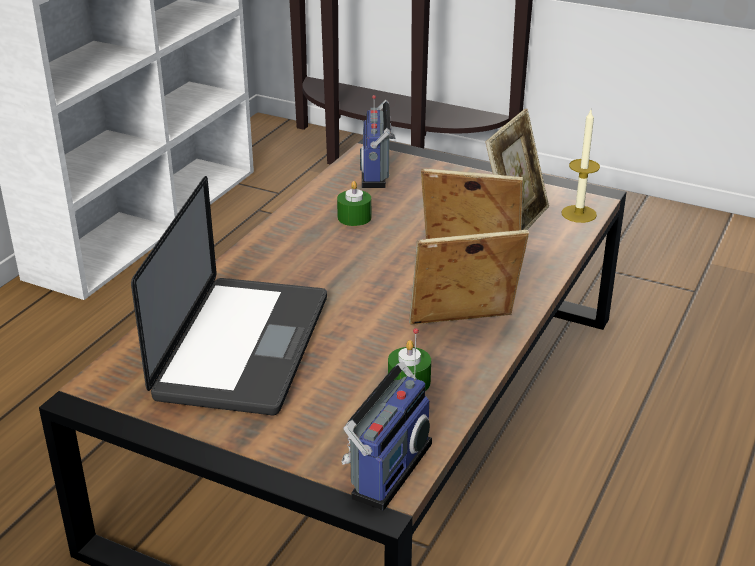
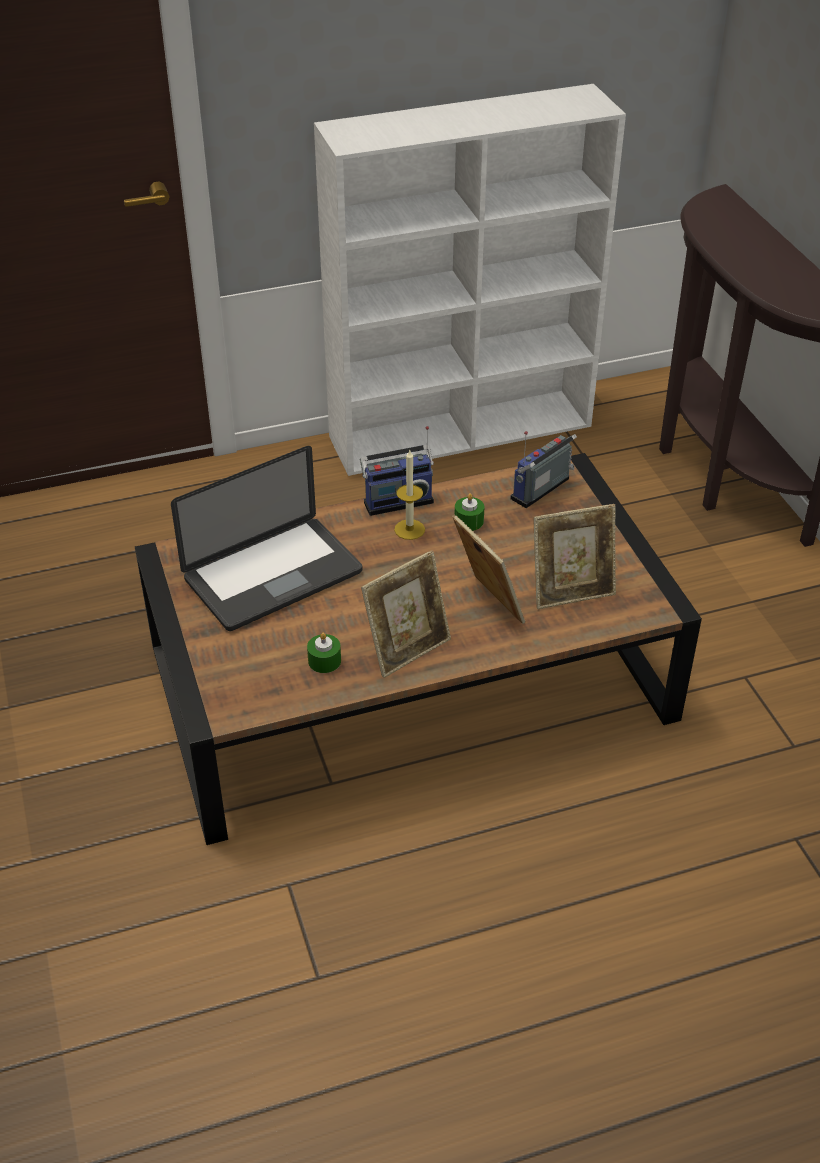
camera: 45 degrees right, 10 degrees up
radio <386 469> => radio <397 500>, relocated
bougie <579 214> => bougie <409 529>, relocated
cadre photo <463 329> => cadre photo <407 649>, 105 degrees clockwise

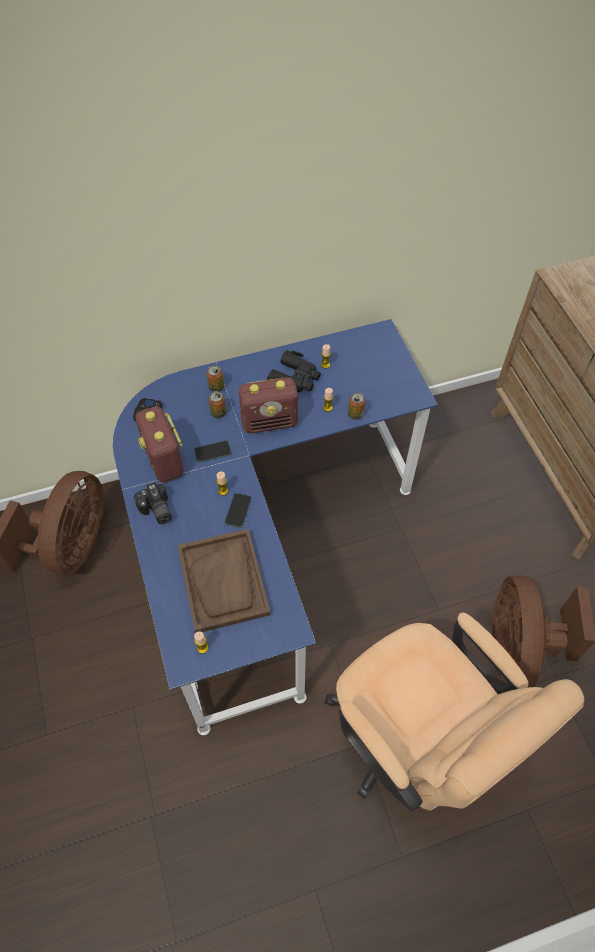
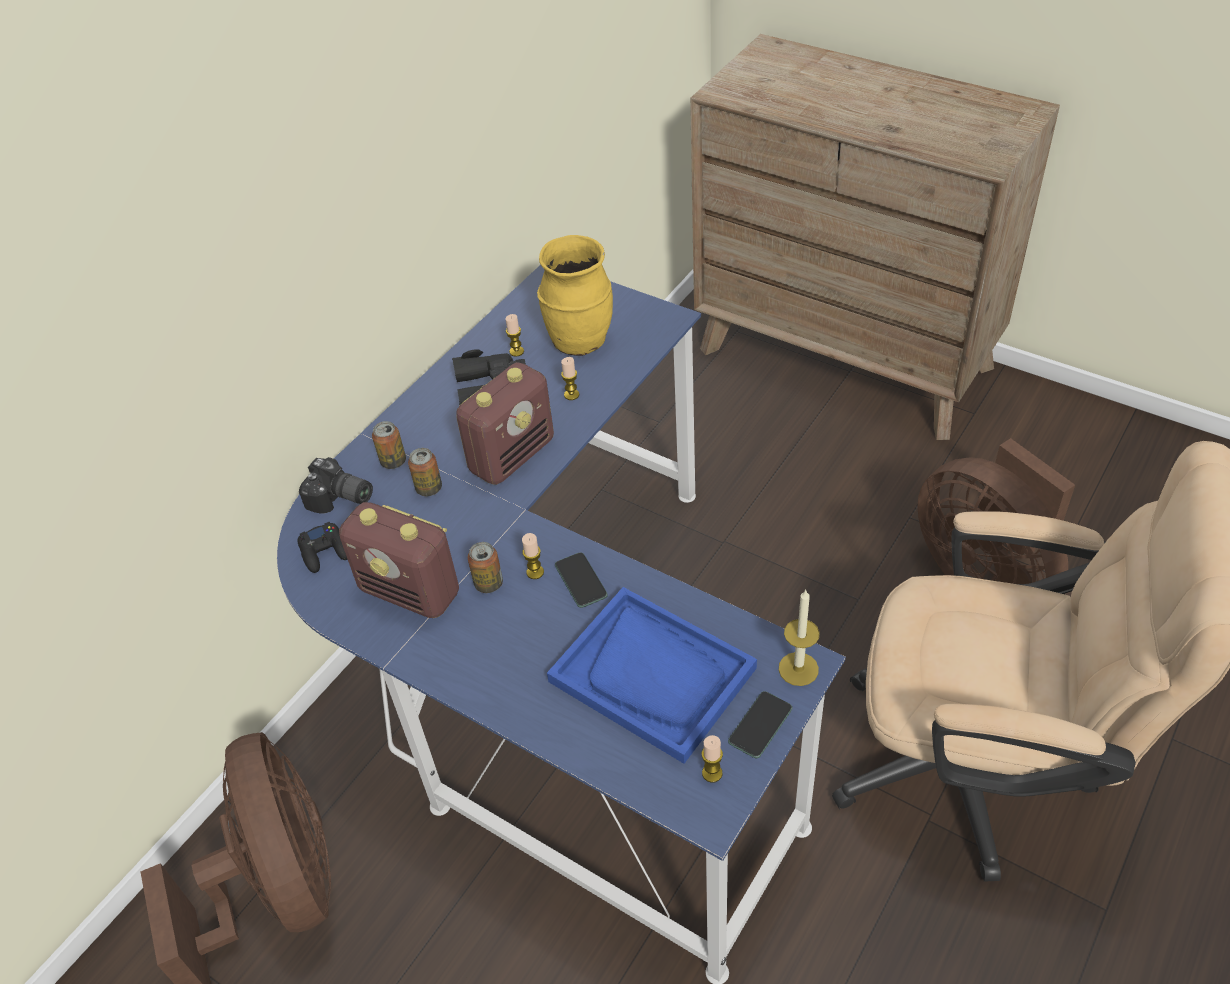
camera: 35 degrees left, 10 degrees down
nothing => vase (jaune) <579 341>
nothing => bougie <798 669>
appareil photo <156 511> => appareil photo <340 499>, relocated
téléphone <212 452> => téléphone <760 725>, relocated
boîte métallique <355 414> => boîte métallique <488 583>, relocated
plateau (marron) <223 581> => plateau (bleu) <653 675>

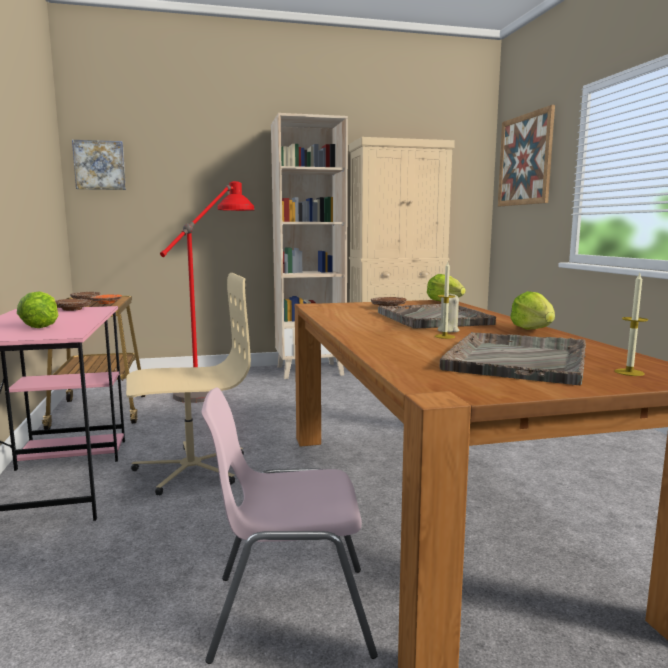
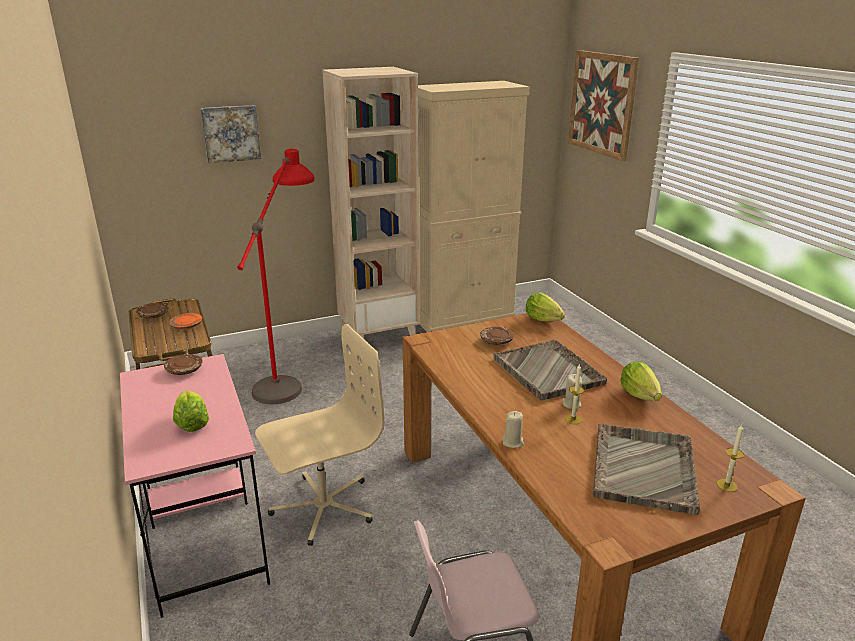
camera: 10 degrees left, 15 degrees up
nothing => bougie (beige) <513 442>
tableau <100 165> => tableau <231 133>, relocated

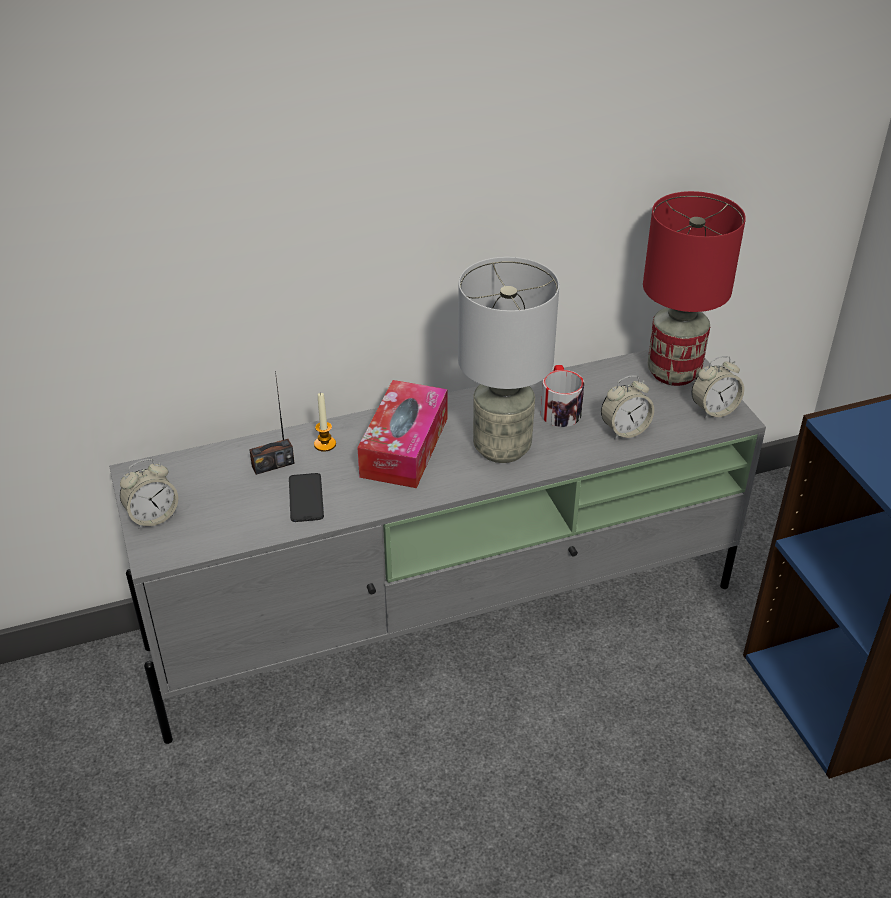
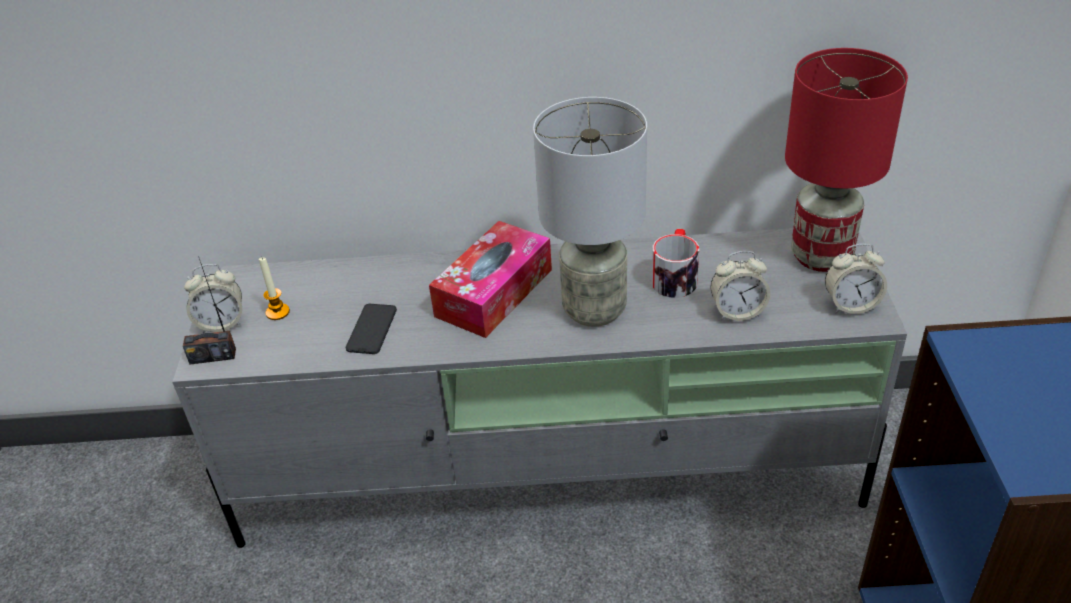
camera: 20 degrees right, 0 degrees up
radio <273 464> => radio <212 356>, relocated
bougie <325 444> => bougie <277 312>, relocated

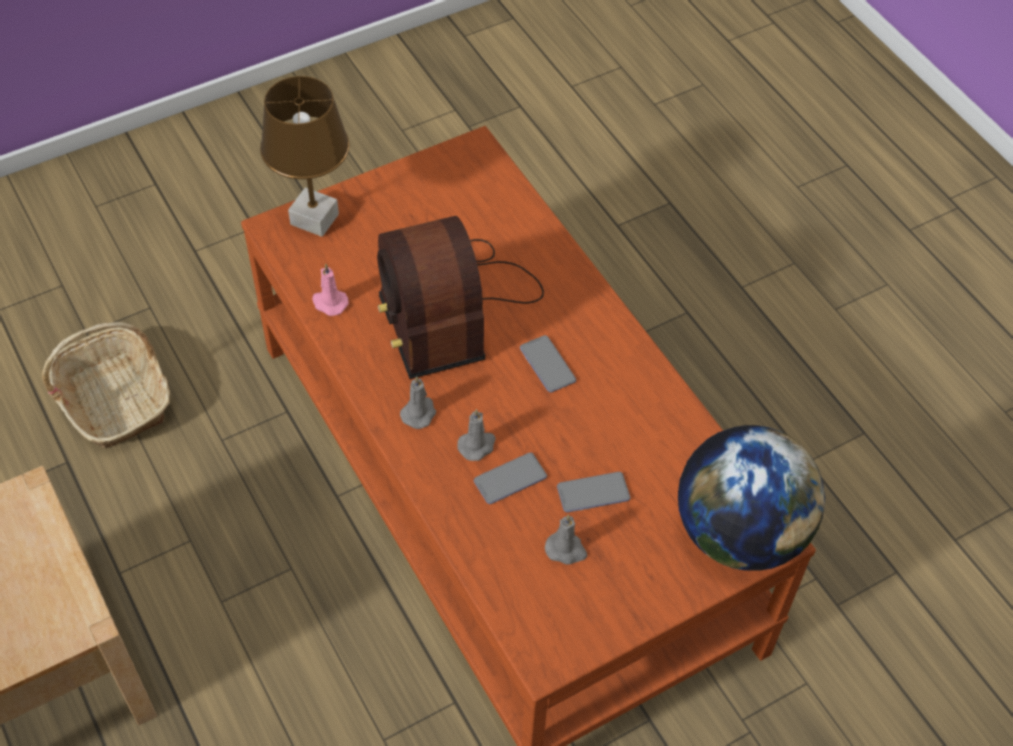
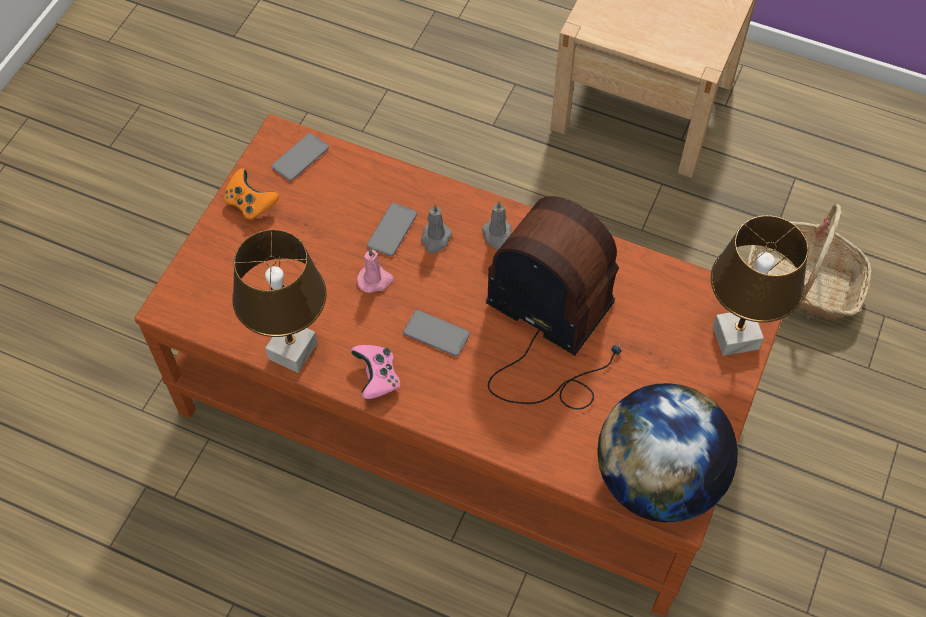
camera: 145 degrees right, 5 degrees up
bougie (gris) <566 550> => nothing
nothing => manette (orange) <250 204>
nothing => lampe de table (marron) <292 350>
nothing => manette (rose) <377 378>
bougie (rose) <329 303> => bougie (rose) <375 280>, relocated
téléphone <593 493> => téléphone <300 158>, relocated
globe <739 532> => globe <658 479>, relocated

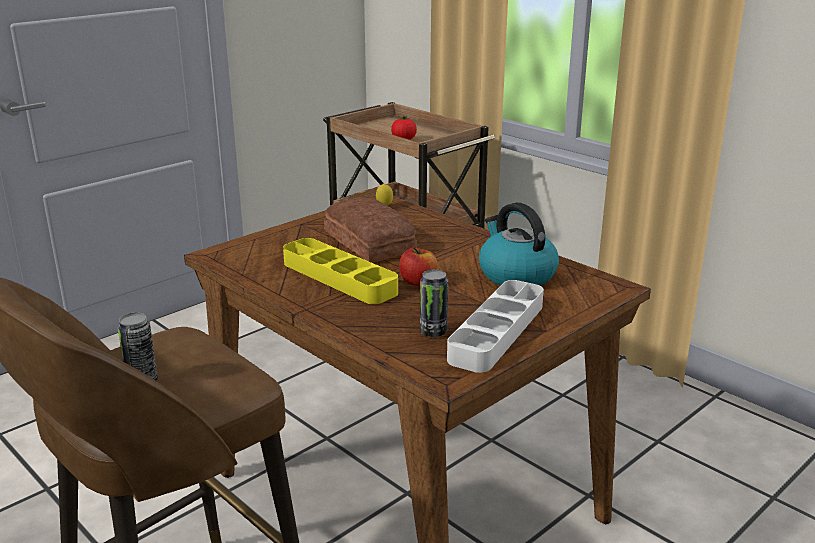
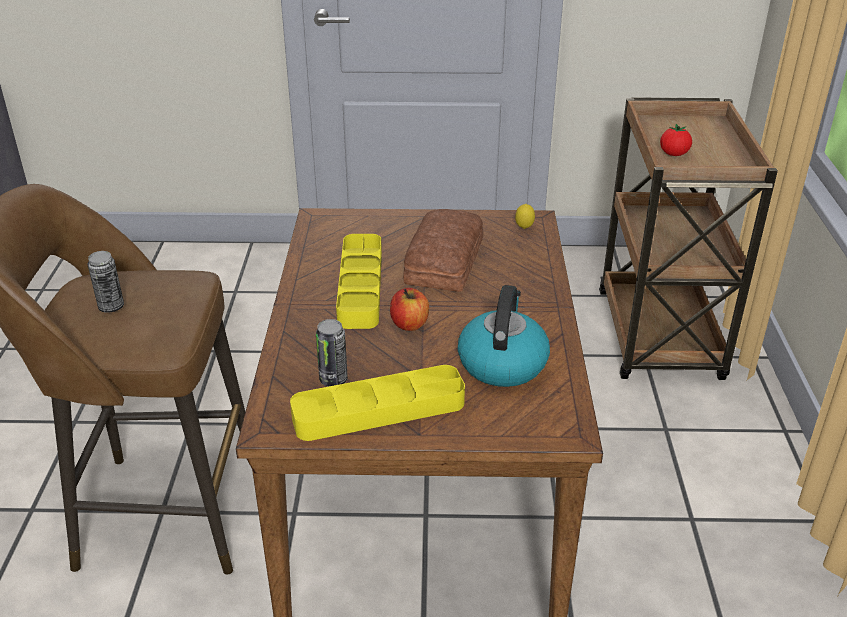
camera: 45 degrees right, 10 degrees up
plateau (blanc) <497 332> => plateau (jaune) <379 410>

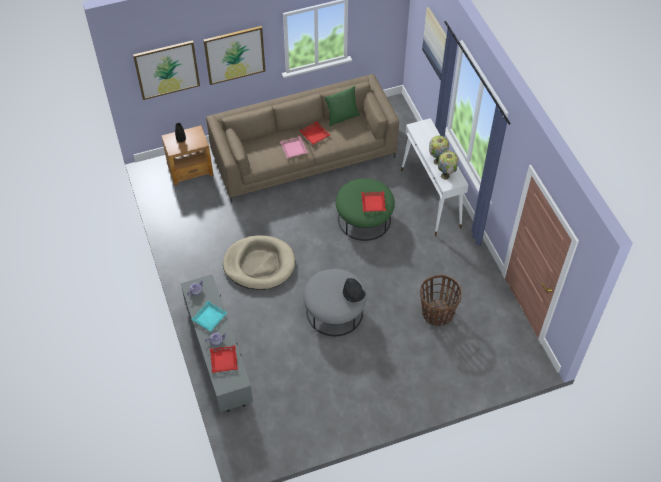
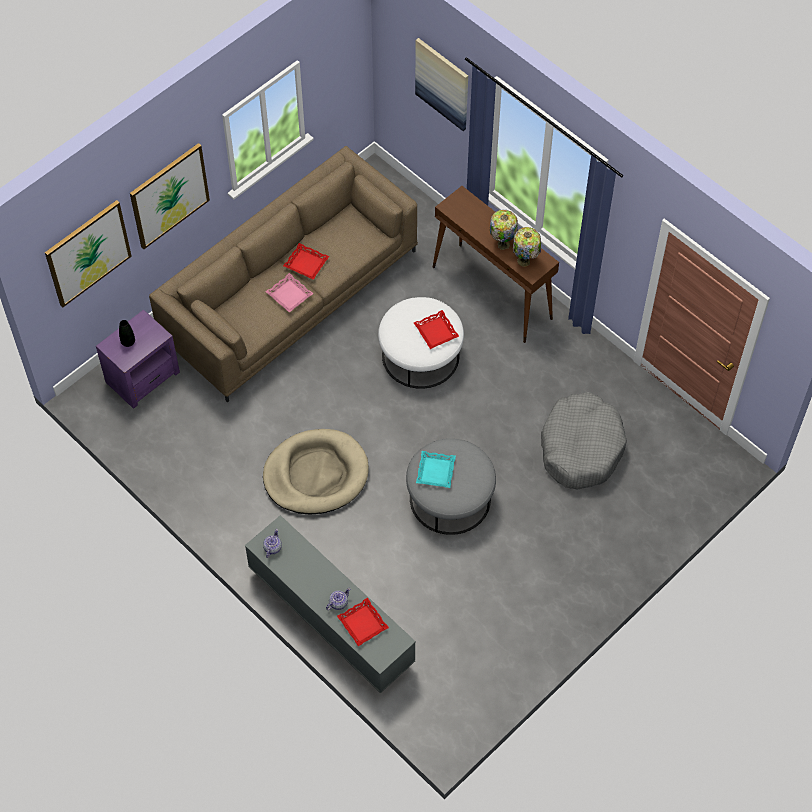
camera: 25 degrees left, 5 degrees up
coussin (vert) <342 117> => nothing
chapeau (noir) <353 295> => nothing
plateau (turquoise) <209 317> => plateau (turquoise) <435 471>, relocated
panier <437 314> => panier pour chien (gris) <581 447>
table d'appoint (marron) <190 170> => table d'appoint (violet) <143 377>
pouf (vert) <364 219> => pouf (blanc) <420 355>
table console (blanc) <430 199> => table console (marron) <492 293>

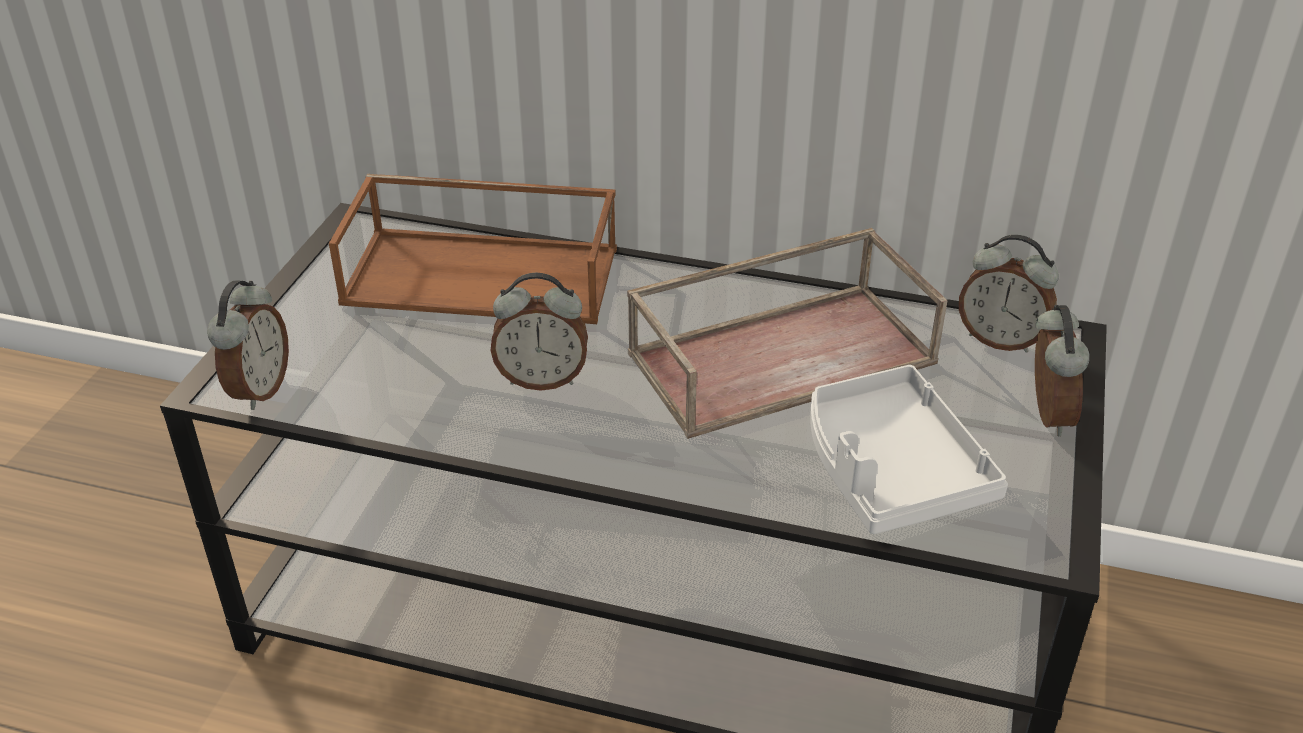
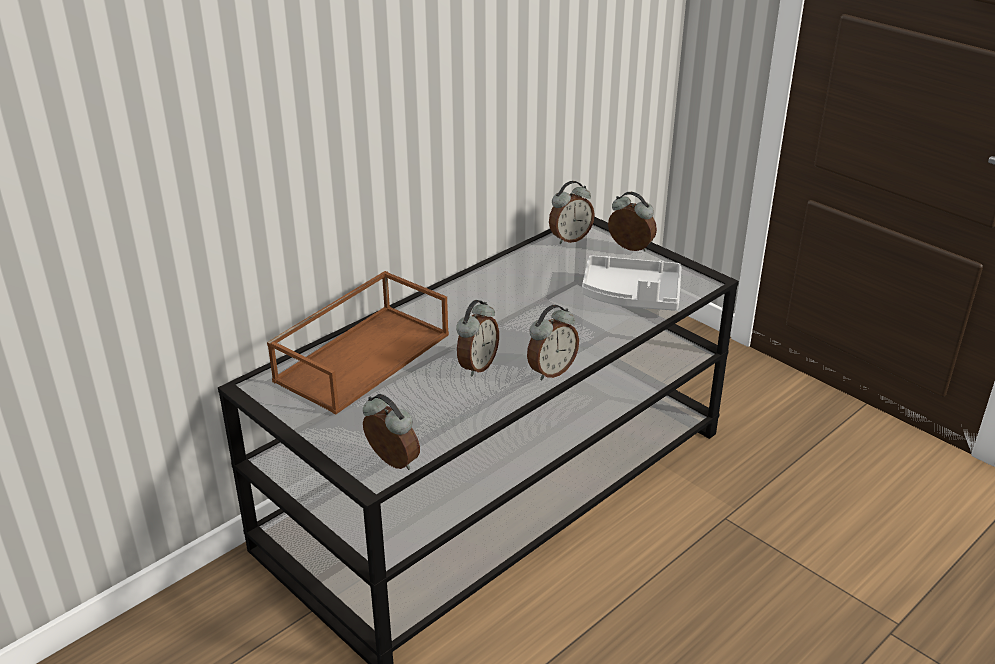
camera: 60 degrees left, 5 degrees down
plateau (marron) <783 356> => nothing
nothing => réveil <551 371>

